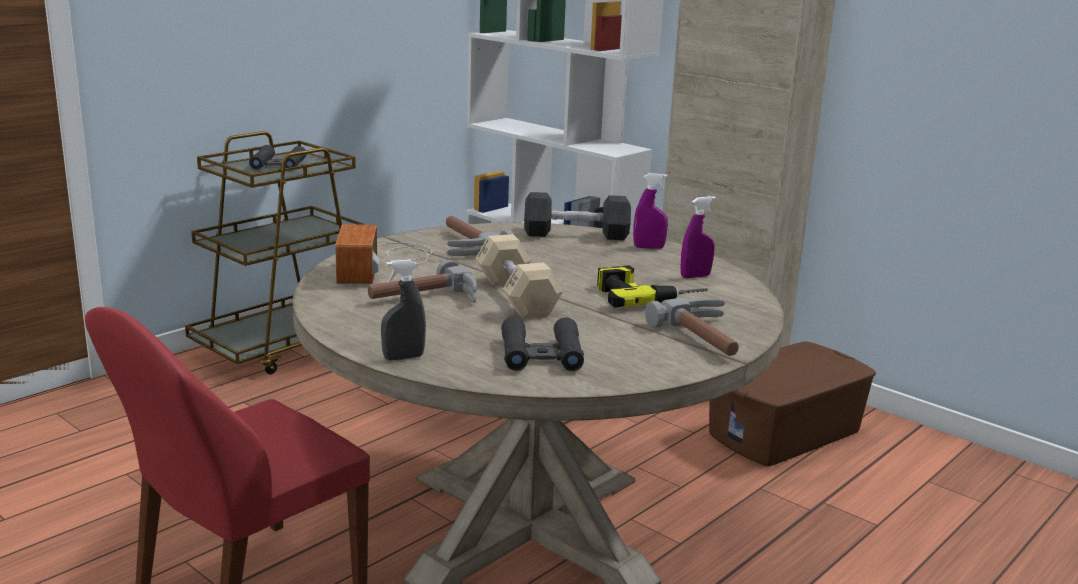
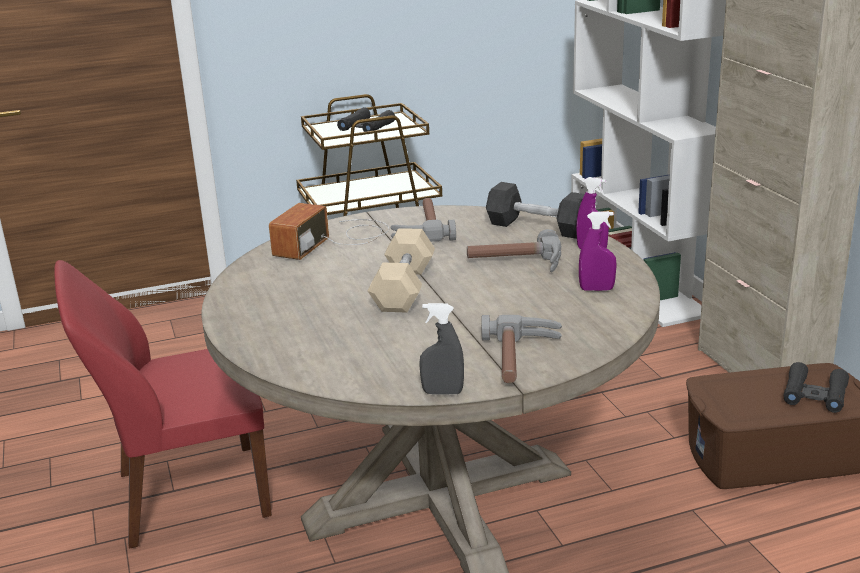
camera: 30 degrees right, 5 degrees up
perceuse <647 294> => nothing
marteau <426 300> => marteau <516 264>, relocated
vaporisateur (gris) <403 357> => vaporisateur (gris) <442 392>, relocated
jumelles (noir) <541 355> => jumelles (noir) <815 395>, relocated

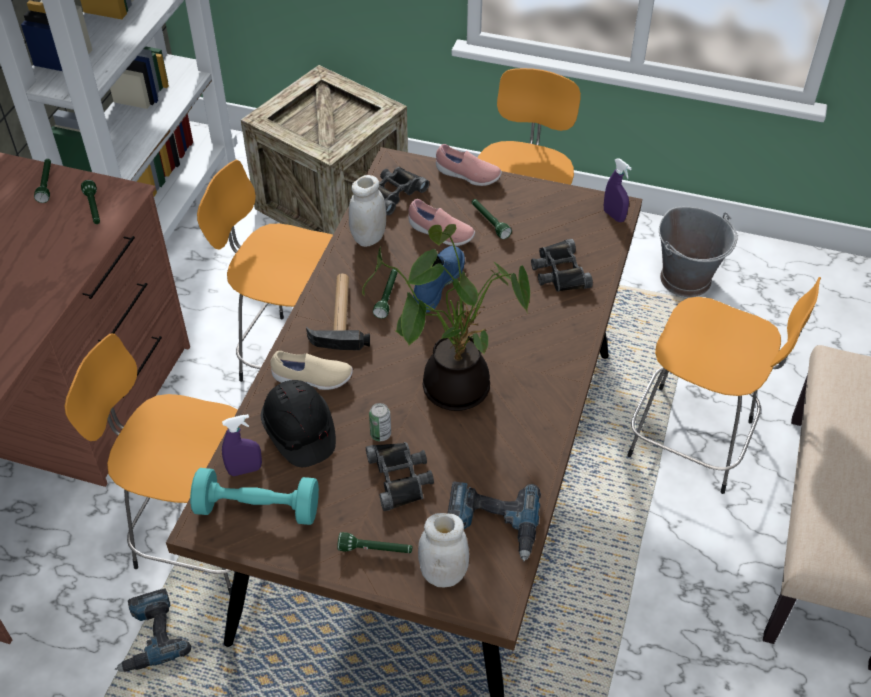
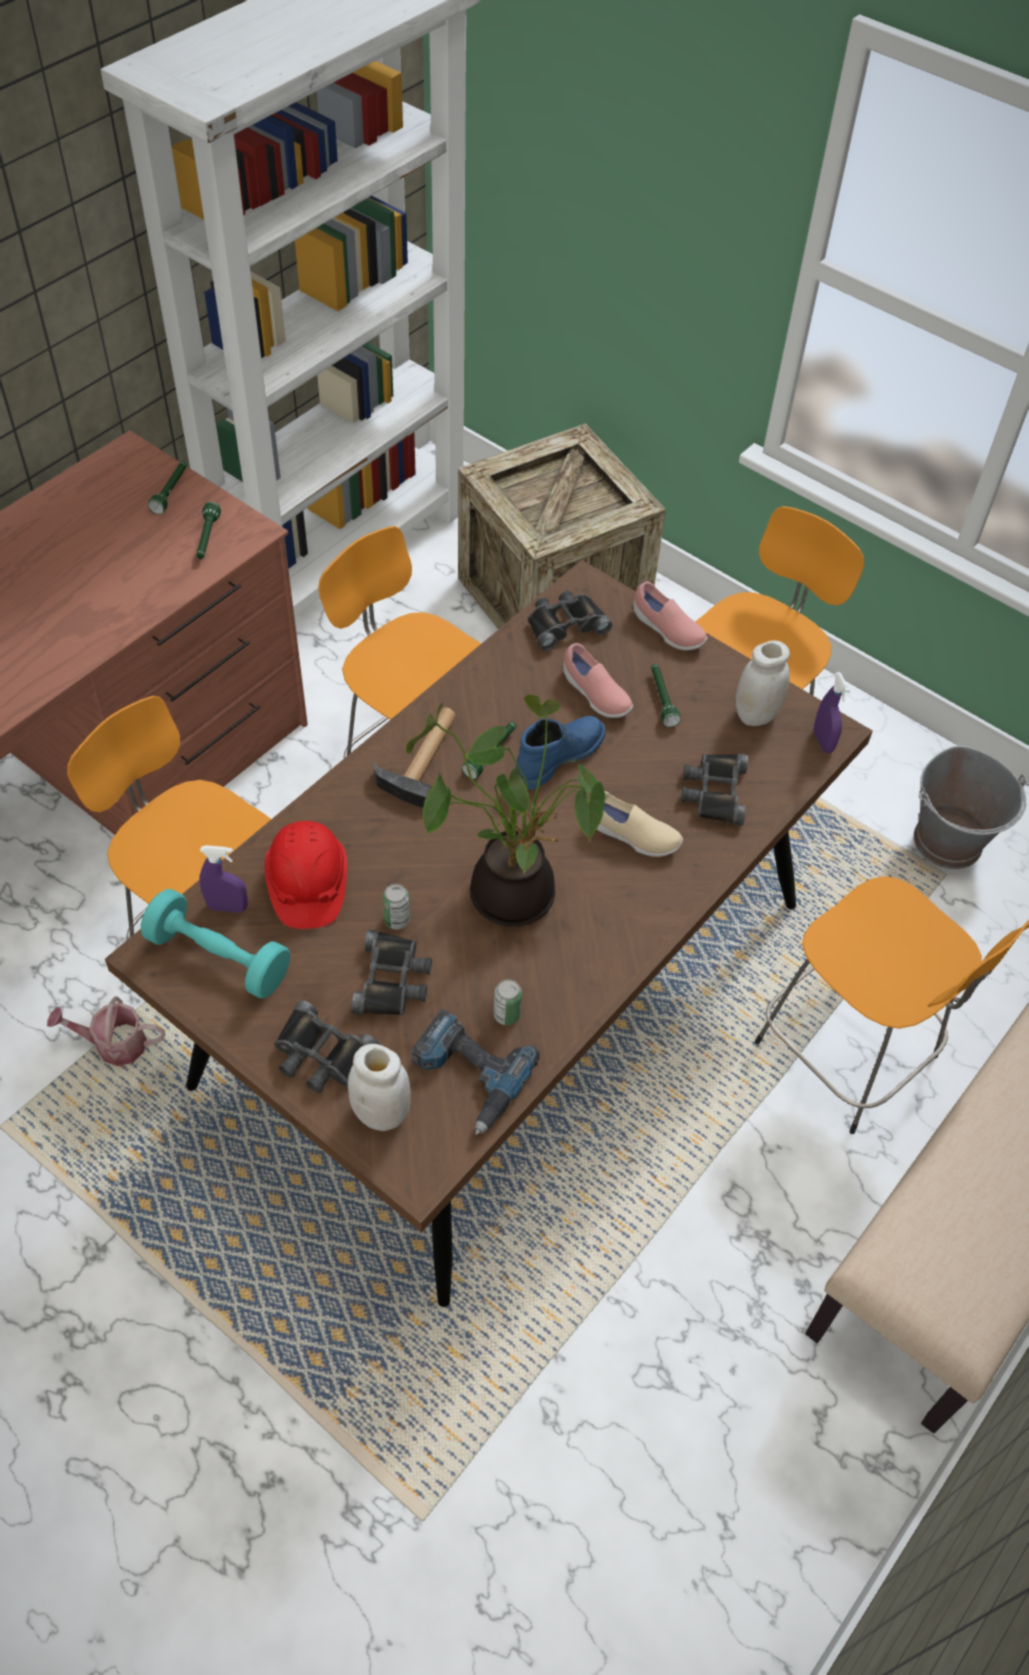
camera: 20 degrees right, 5 degrees up
nothing => boîte métallique <506 1015>
chaussure (beige) <312 379> => chaussure (beige) <632 836>, relocated
bocal (blanc) <369 238> => bocal (blanc) <756 715>, relocated
perceuse <149 636> => arrosoir <114 1045>
lampe de poche (vert) <375 550> => jumelles (noir) <321 1055>
casque de chantier (noir) <299 433> => casque de chantier (rouge) <307 885>

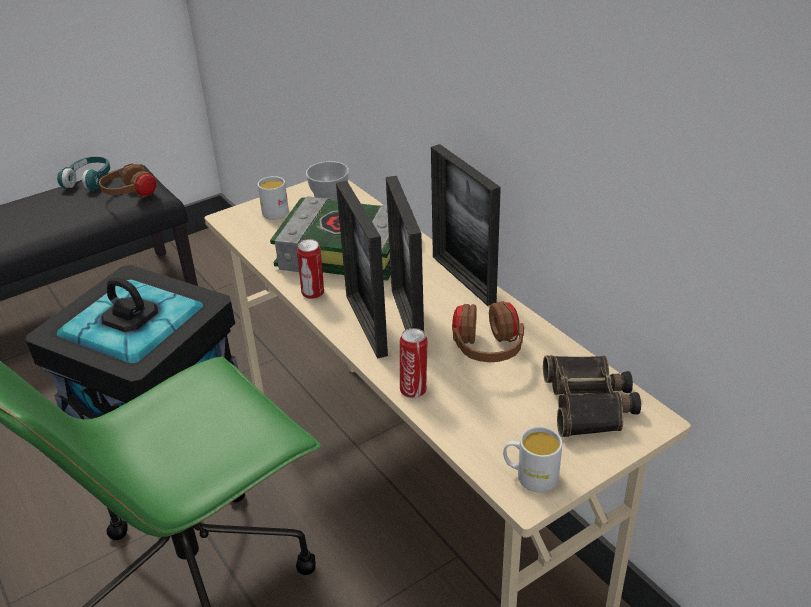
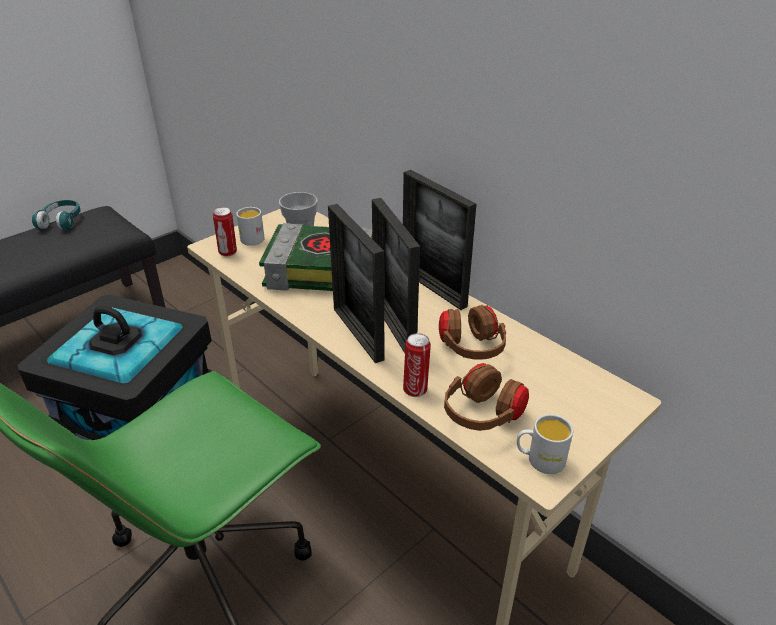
camera: 10 degrees left, 0 degrees up
jumelles <589 403> => nothing
casque audio (marron) <131 195> => casque audio (marron) <483 416>, relocated
boîte métallique <313 294> => boîte métallique <228 252>, relocated

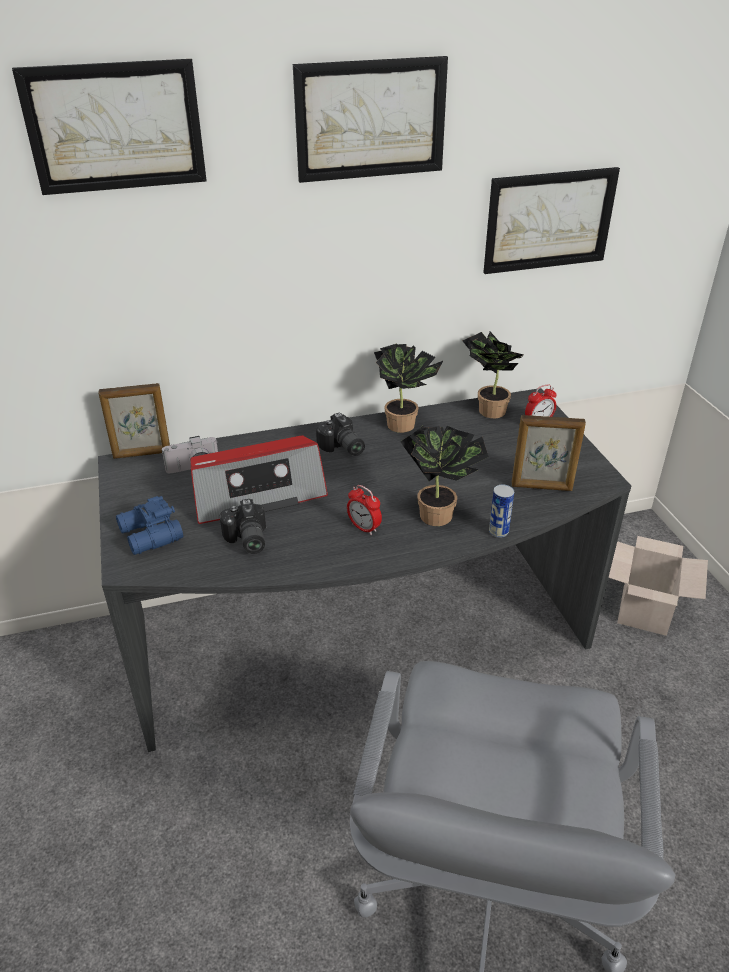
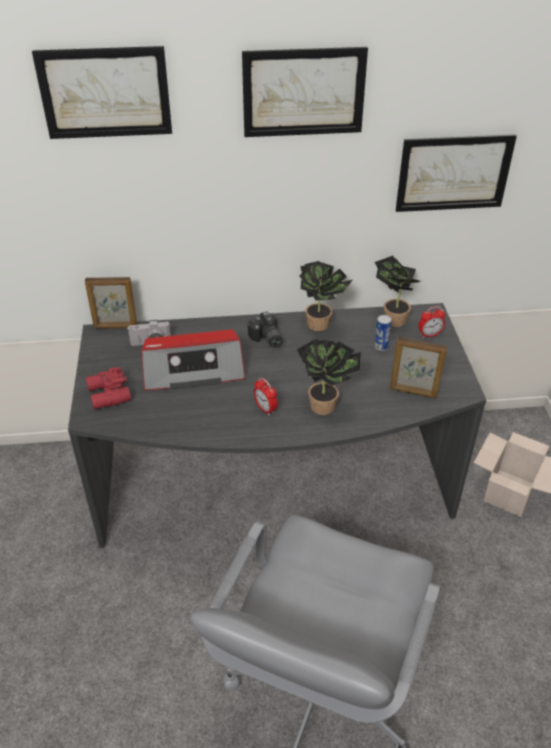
camera: 10 degrees right, 5 degrees up
appareil photo <246 540> => nothing
boîte métallique <498 531> => boîte métallique <381 347>, relocated
jumelles (bleu) <149 536> => jumelles (rouge) <108 395>

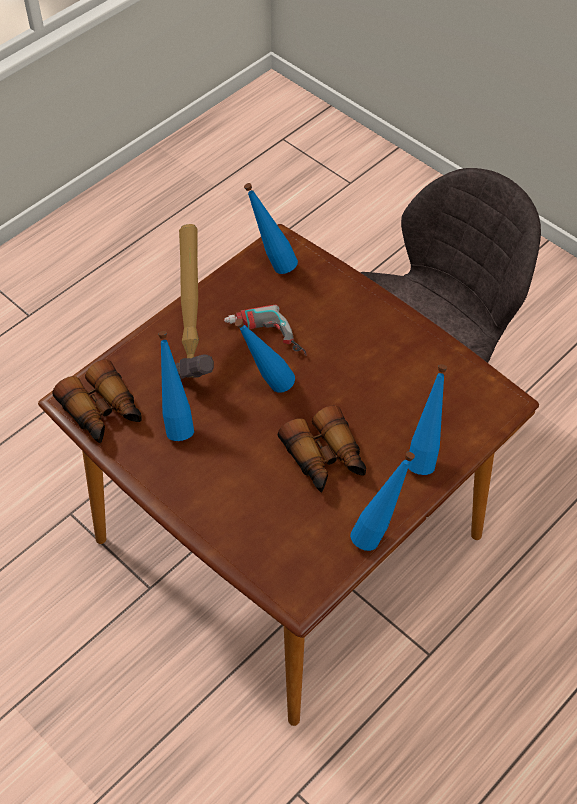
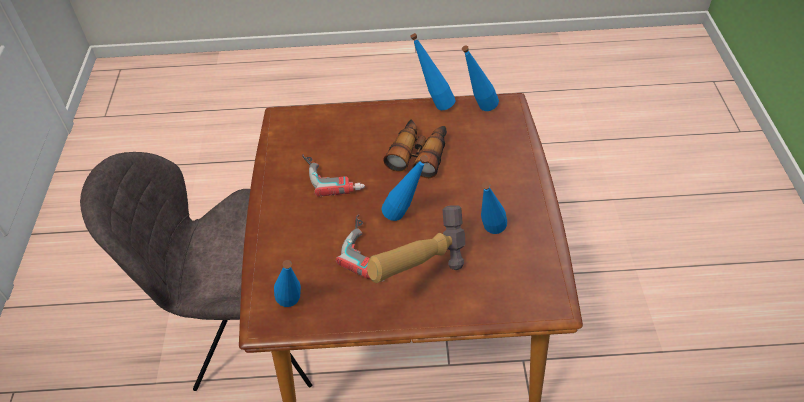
camera: 135 degrees left, 5 degrees down
jumelles <103 412> => nothing
nothing => perceuse <333 175>
bouteille (bleu) <424 455> => bouteille (bleu) <478 109>, relocated

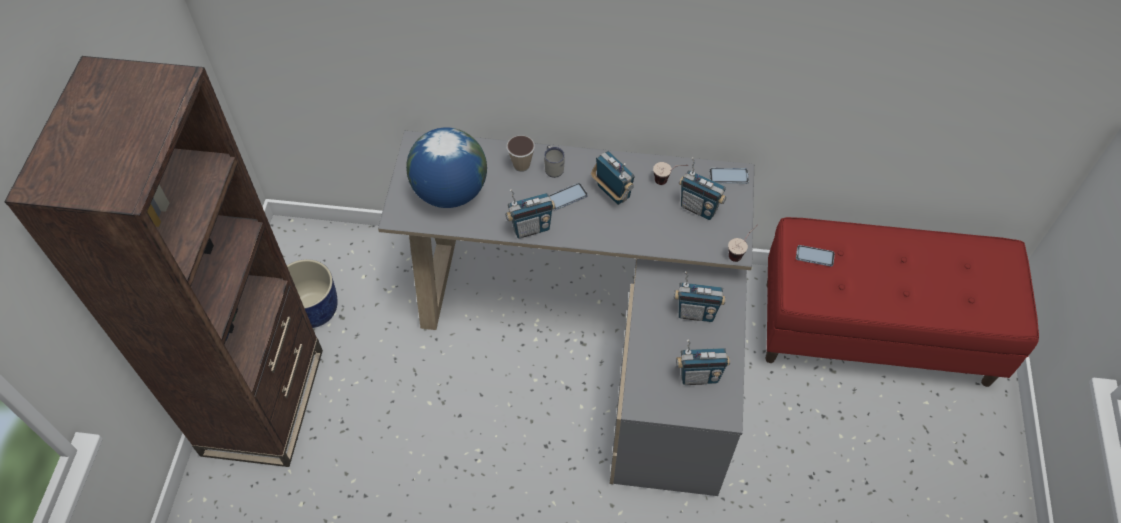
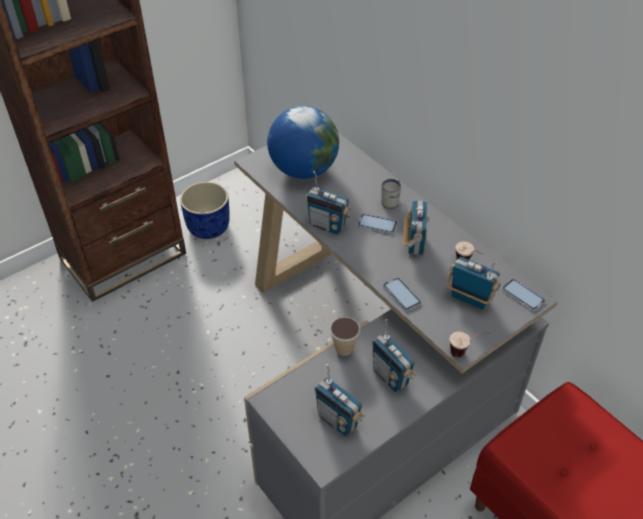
camera: 45 degrees right, 10 degrees down
tasse <521 165> => tasse <344 348>, relocated
téléphone <814 256> => téléphone <401 294>, relocated
radio <699 208> => radio <469 299>, 135 degrees clockwise

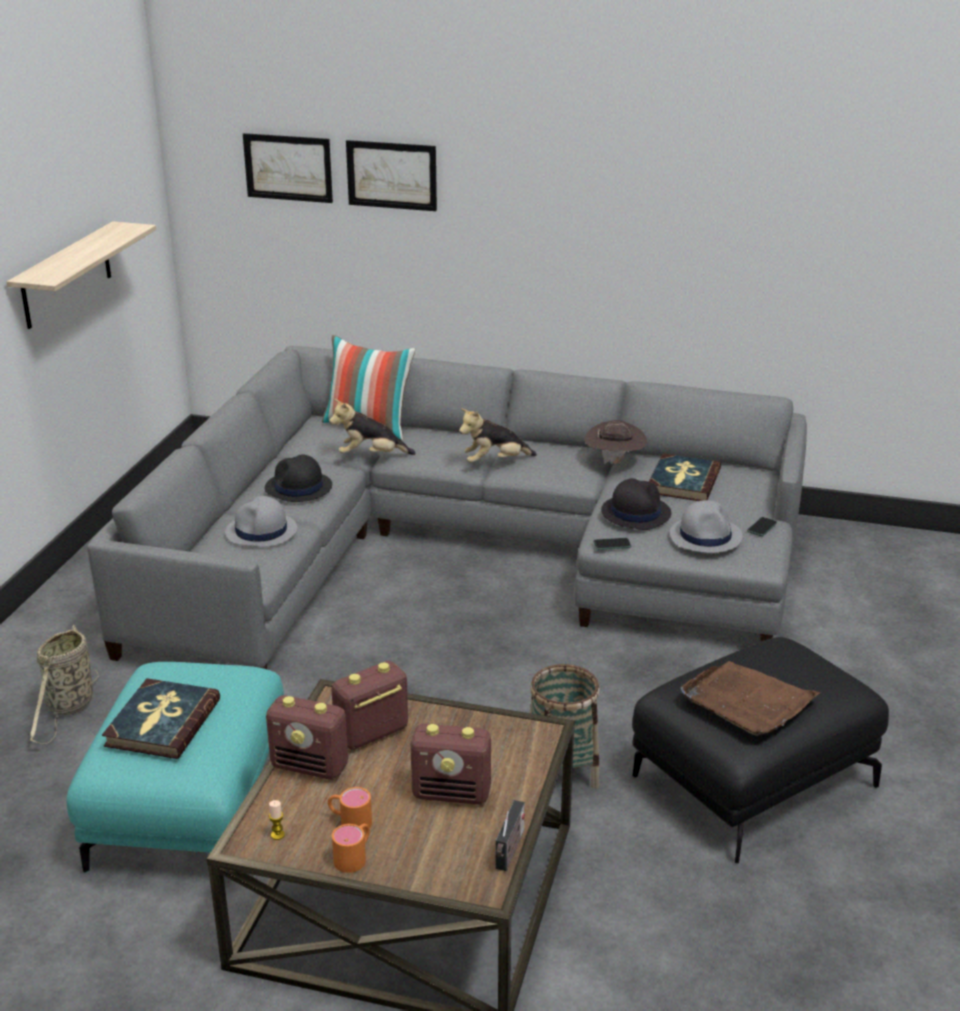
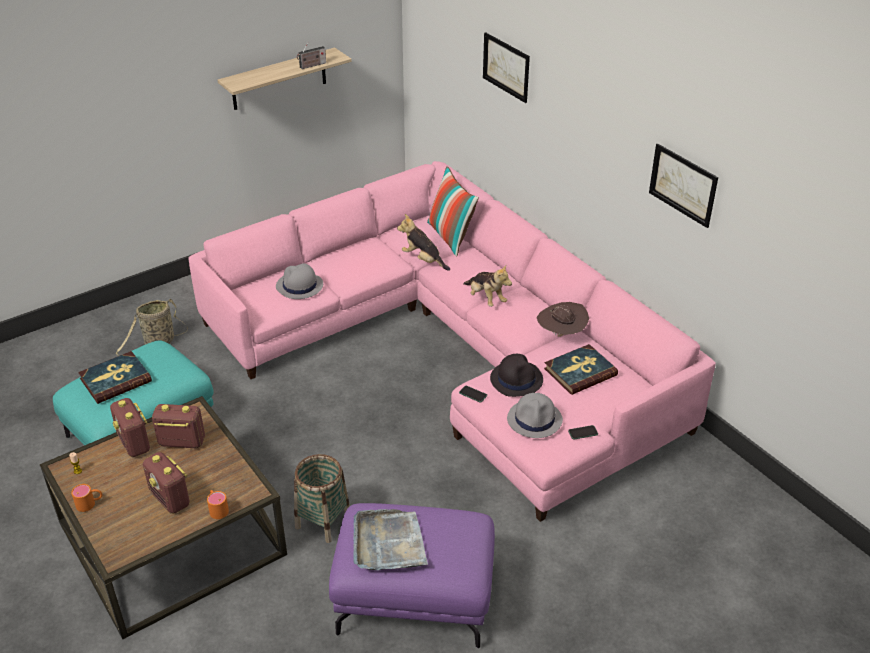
camera: 40 degrees right, 10 degrees up
chapeau (noir) <298 488> => nothing
tableau <288 167> => tableau <683 185>, relocated
mug (orange) <349 821> => mug (orange) <217 509>, relocated
radio <509 851> => radio <311 65>, relocated
canapé (gris) <463 550> => canapé (rose) <455 348>
pouf (noir) <752 779> => pouf (violet) <415 593>
plateau (marron) <747 701> => plateau (gris) <388 543>
peluche <495 462> => peluche <486 298>, 150 degrees counterclockwise

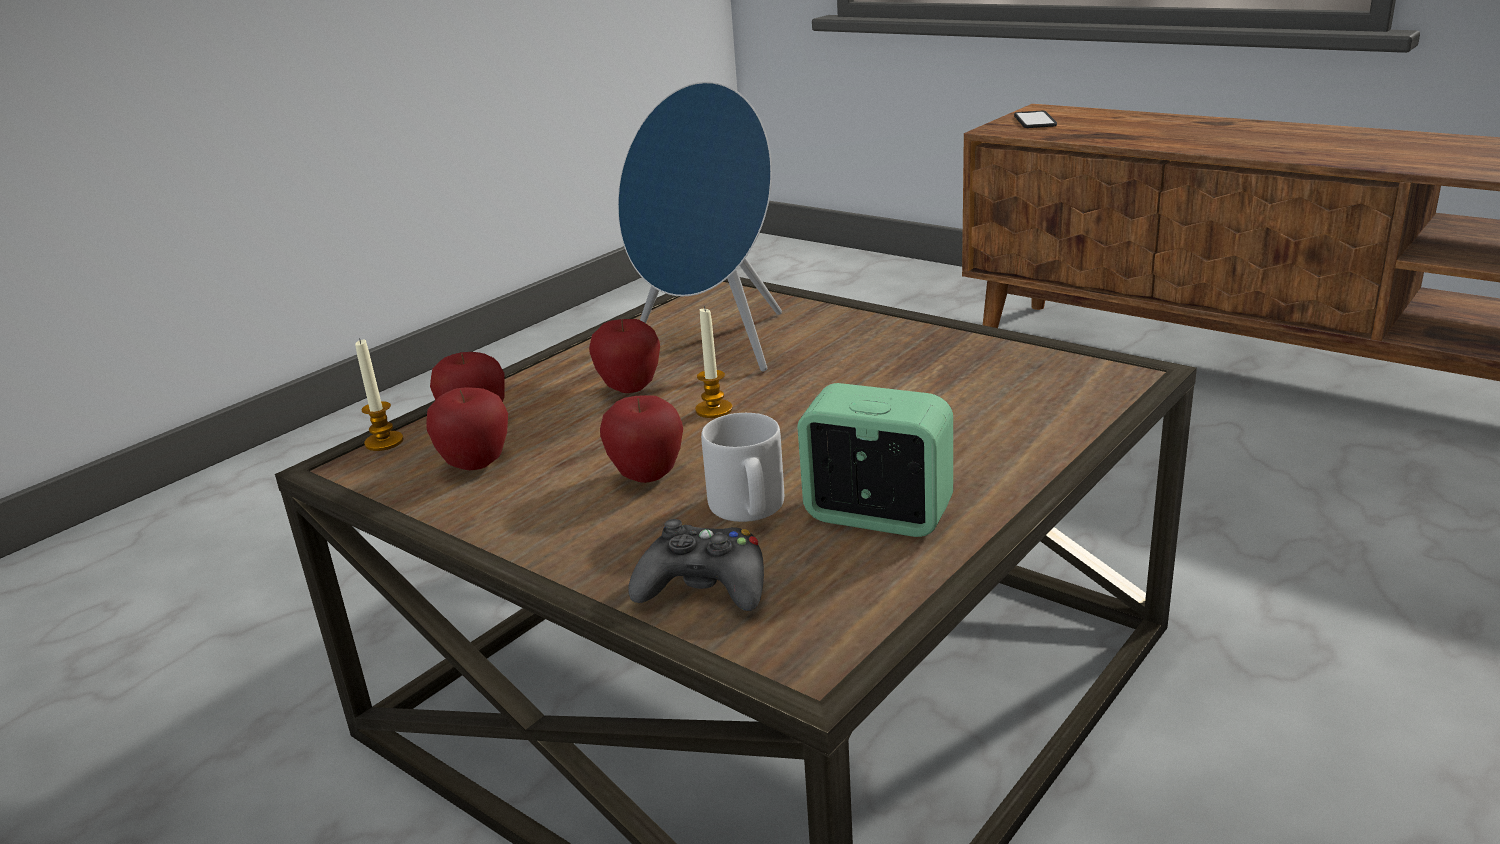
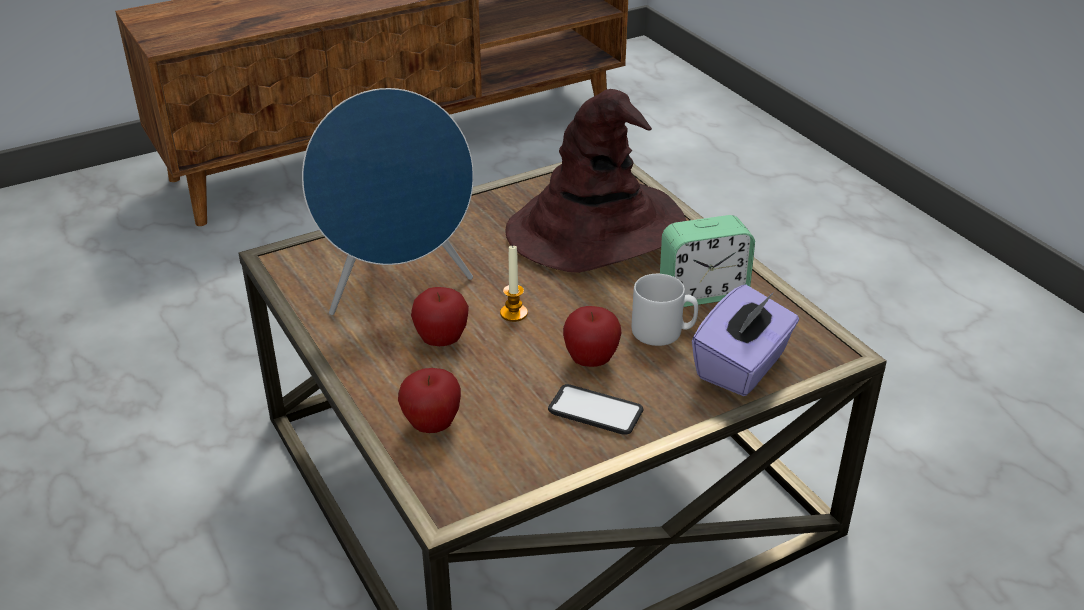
camera: 70 degrees left, 10 degrees up
bougie <384 442> => nothing
pomme <476 465> => nothing
nothing => chapeau (marron) <596 229>
téléphone <1035 121> => téléphone <595 411>, relocated
manette (noir) <704 586> => boîte à mouchoirs (violet) <742 366>
réveil <877 516> => réveil <702 292>, 150 degrees counterclockwise

